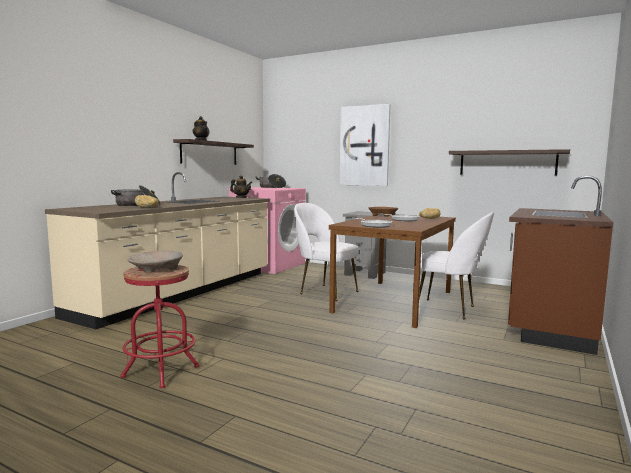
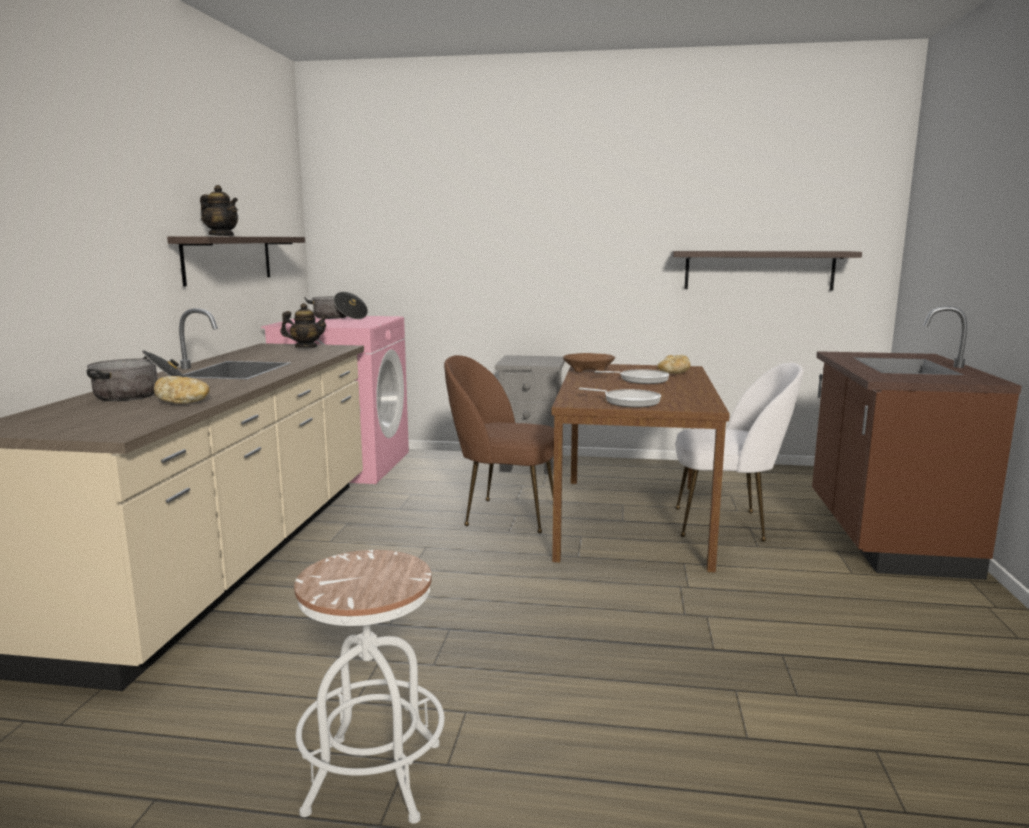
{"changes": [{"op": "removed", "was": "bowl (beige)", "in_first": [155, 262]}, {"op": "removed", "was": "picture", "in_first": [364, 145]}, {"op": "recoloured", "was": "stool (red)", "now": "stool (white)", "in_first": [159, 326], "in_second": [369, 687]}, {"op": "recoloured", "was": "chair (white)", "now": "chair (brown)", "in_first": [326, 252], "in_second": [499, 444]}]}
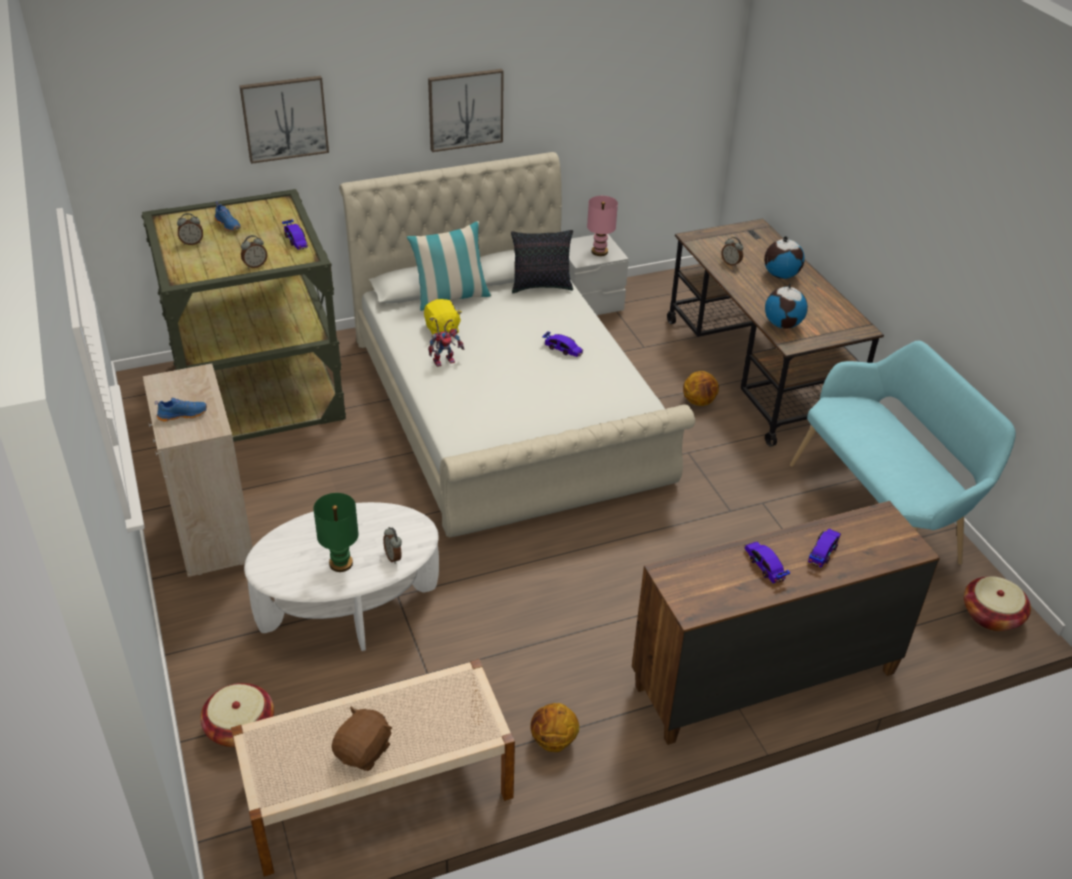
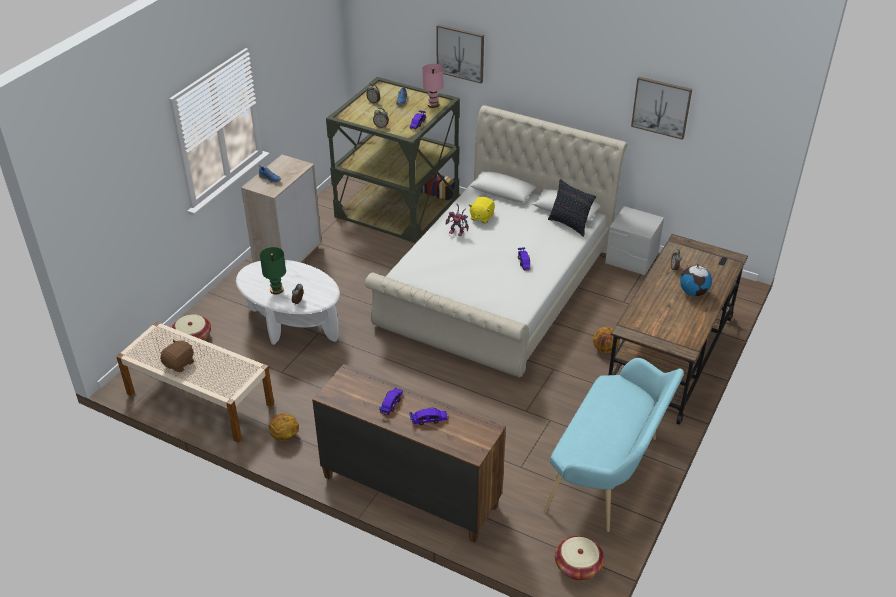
{"changes": [{"op": "removed", "was": "pillow", "in_first": [449, 266]}, {"op": "removed", "was": "globe", "in_first": [786, 306]}, {"op": "moved", "was": "picture", "in_first": [466, 110], "in_second": [661, 108]}, {"op": "moved", "was": "table lamp (pink)", "in_first": [602, 226], "in_second": [433, 86]}, {"op": "turned", "was": "plush toy (brown)", "in_first": [361, 738], "in_second": [177, 355], "clockwise": -45}]}
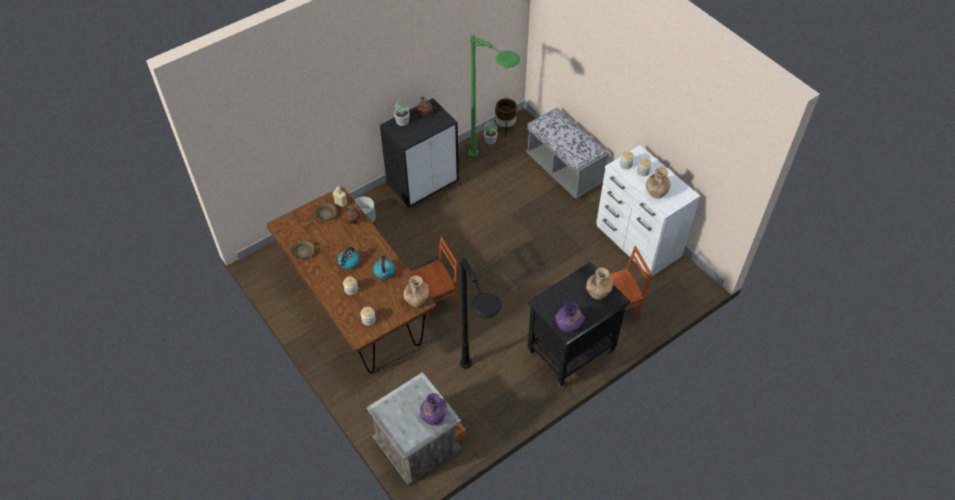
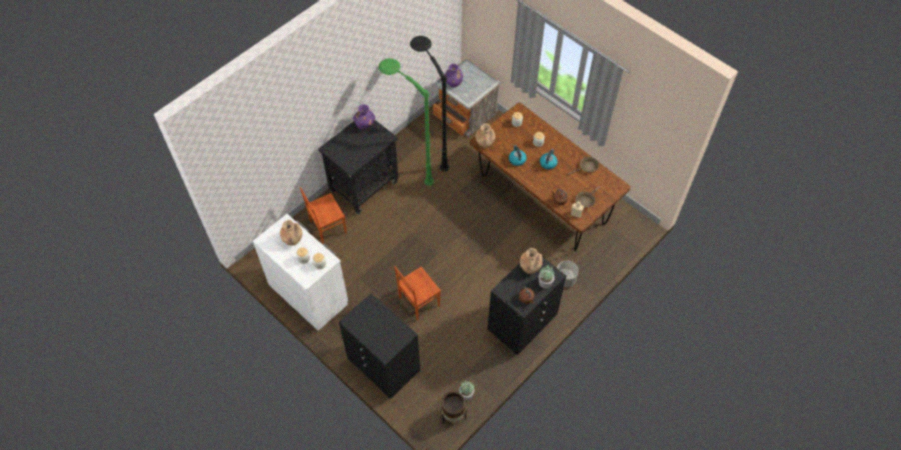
{"changes": [{"op": "moved", "was": "chair (brown)", "in_first": [434, 278], "in_second": [417, 293]}, {"op": "moved", "was": "floor lamp (green)", "in_first": [494, 96], "in_second": [406, 122]}, {"op": "moved", "was": "vase (brown)", "in_first": [599, 284], "in_second": [531, 261]}, {"op": "replaced", "was": "bench (grey)", "now": "cabinet (black)", "in_first": [567, 153], "in_second": [379, 346]}]}
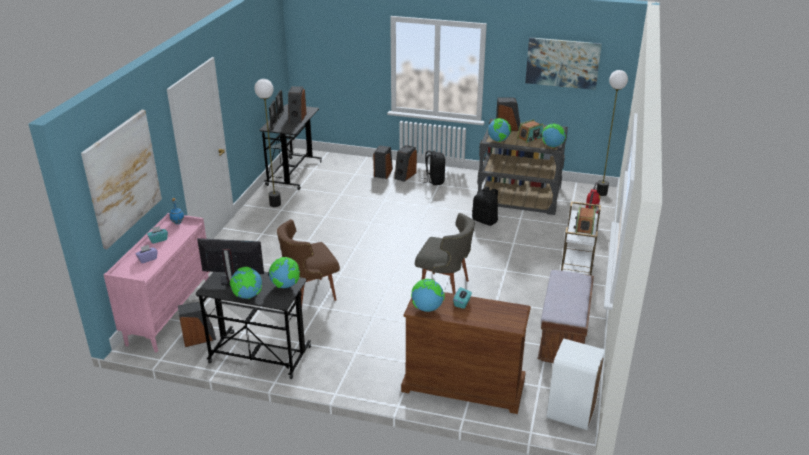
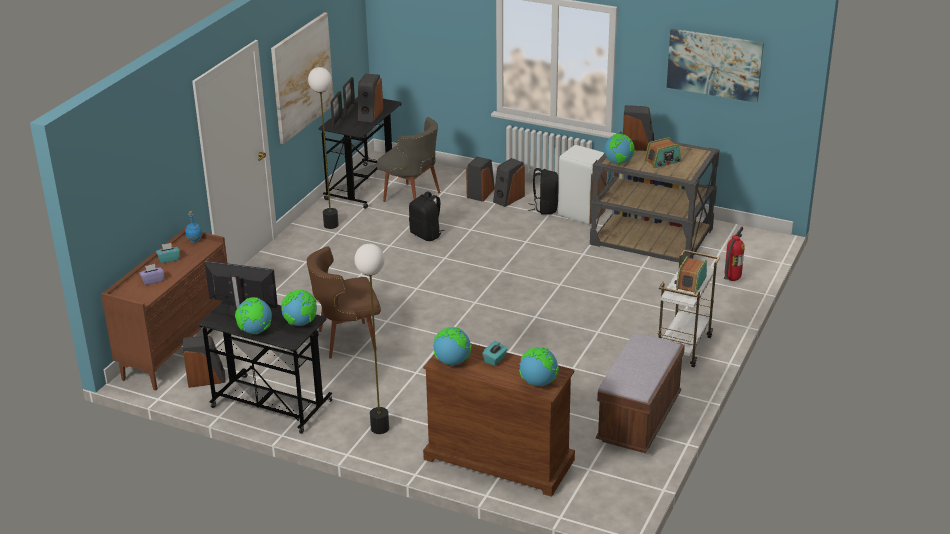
{"changes": [{"op": "moved", "was": "picture", "in_first": [121, 179], "in_second": [302, 78]}, {"op": "moved", "was": "chair (grey)", "in_first": [445, 253], "in_second": [408, 159]}, {"op": "moved", "was": "backpack (black)", "in_first": [485, 206], "in_second": [427, 216]}, {"op": "moved", "was": "globe", "in_first": [554, 135], "in_second": [539, 366]}, {"op": "moved", "was": "trash can (white)", "in_first": [575, 384], "in_second": [583, 185]}, {"op": "moved", "was": "floor lamp", "in_first": [612, 133], "in_second": [372, 339]}, {"op": "recoloured", "was": "cabinet (pink)", "now": "cabinet (brown)", "in_first": [156, 283], "in_second": [164, 309]}]}
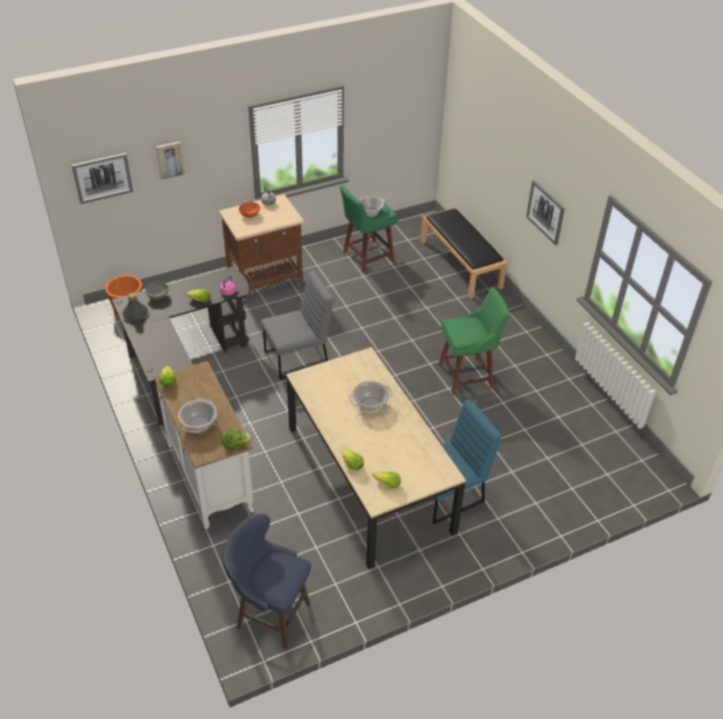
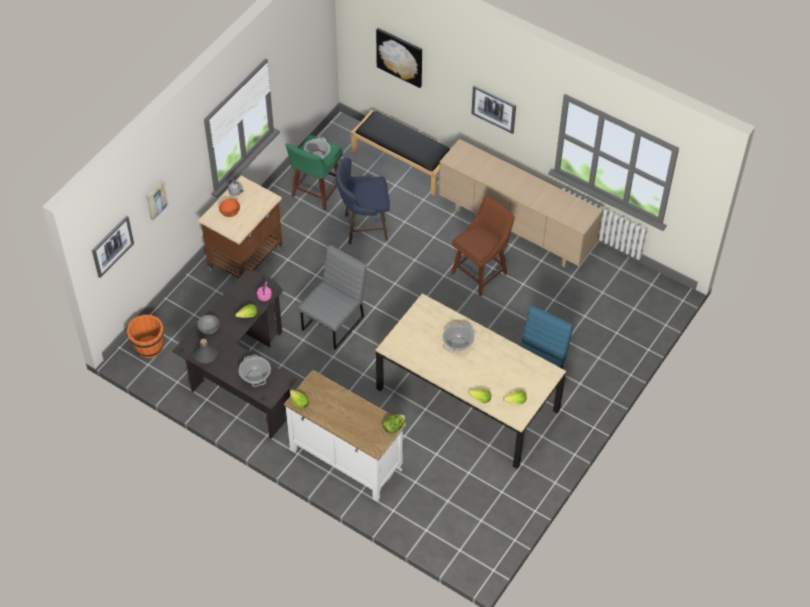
{"changes": [{"op": "added", "now": "picture", "in_second": [399, 58]}, {"op": "added", "now": "cabinet (beige)", "in_second": [520, 203]}, {"op": "moved", "was": "cooking pot", "in_first": [197, 415], "in_second": [255, 371]}, {"op": "moved", "was": "stool (blue)", "in_first": [267, 581], "in_second": [363, 200]}, {"op": "recoloured", "was": "stool (green)", "now": "stool (brown)", "in_first": [474, 341], "in_second": [483, 246]}]}
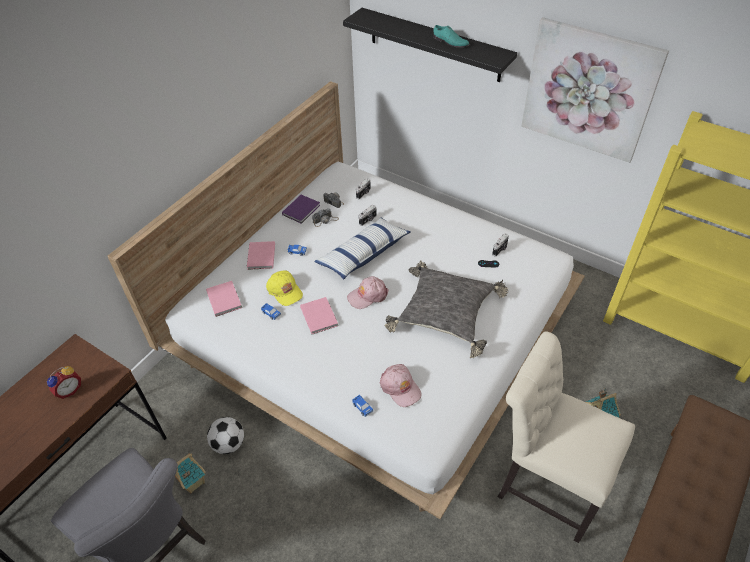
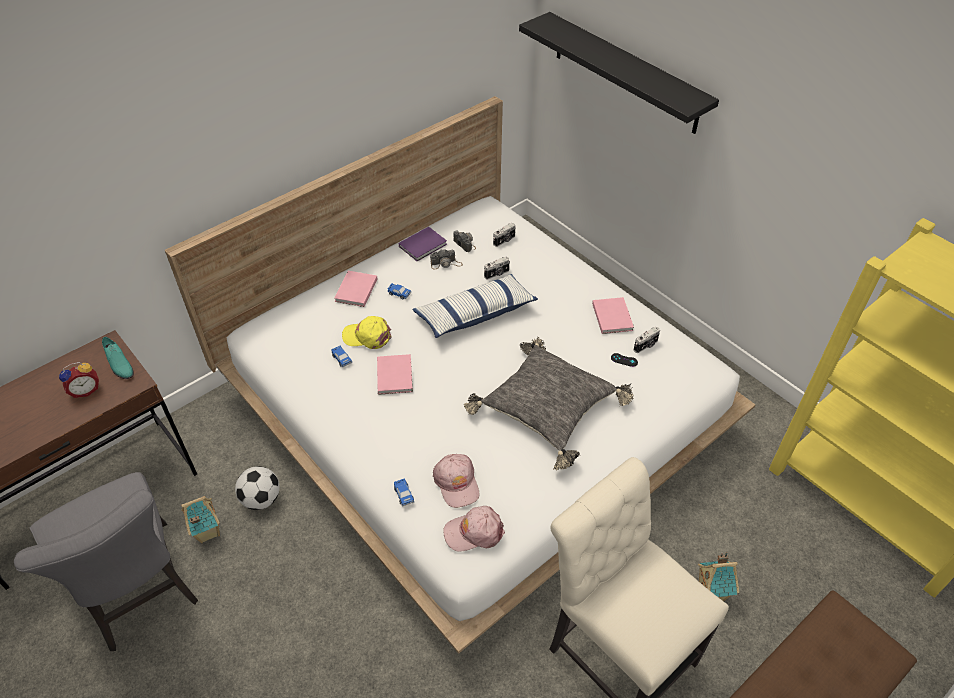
{"changes": [{"op": "removed", "was": "picture", "in_first": [595, 90]}, {"op": "moved", "was": "book (pink)", "in_first": [224, 299], "in_second": [613, 315]}, {"op": "moved", "was": "cap (pink)", "in_first": [367, 292], "in_second": [474, 529]}, {"op": "moved", "was": "shoe (turquoise)", "in_first": [451, 36], "in_second": [118, 358]}, {"op": "turned", "was": "cap (yellow)", "in_first": [284, 288], "in_second": [367, 332], "clockwise": 120}]}
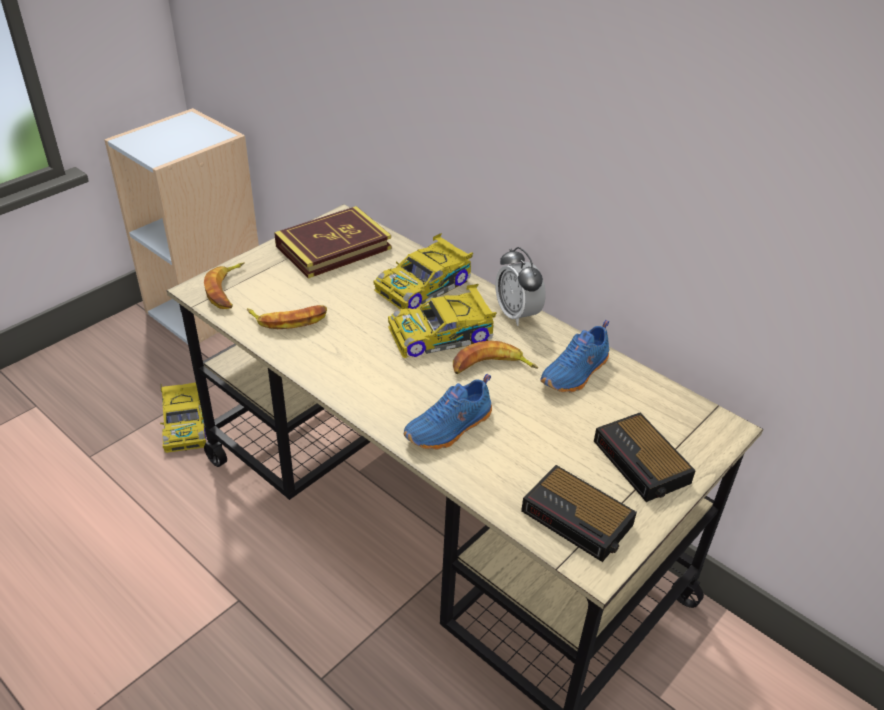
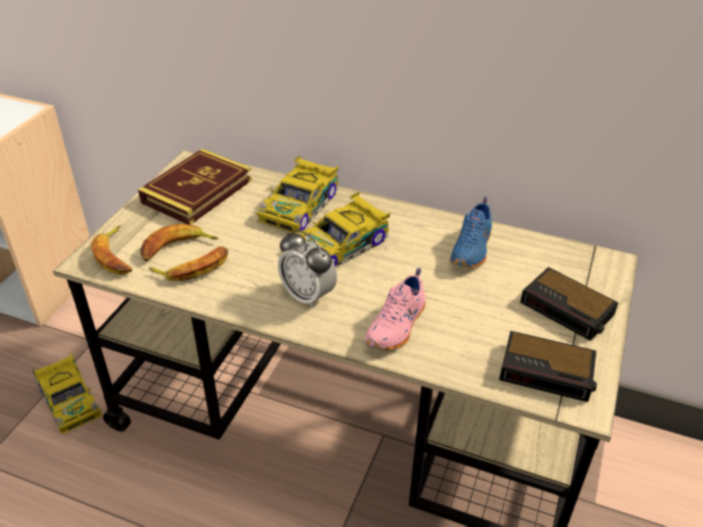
{"changes": [{"op": "moved", "was": "banana", "in_first": [495, 357], "in_second": [179, 242]}, {"op": "moved", "was": "alarm clock", "in_first": [520, 286], "in_second": [307, 269]}, {"op": "recoloured", "was": "shoe (blue)", "now": "shoe (pink)", "in_first": [448, 412], "in_second": [395, 309]}]}
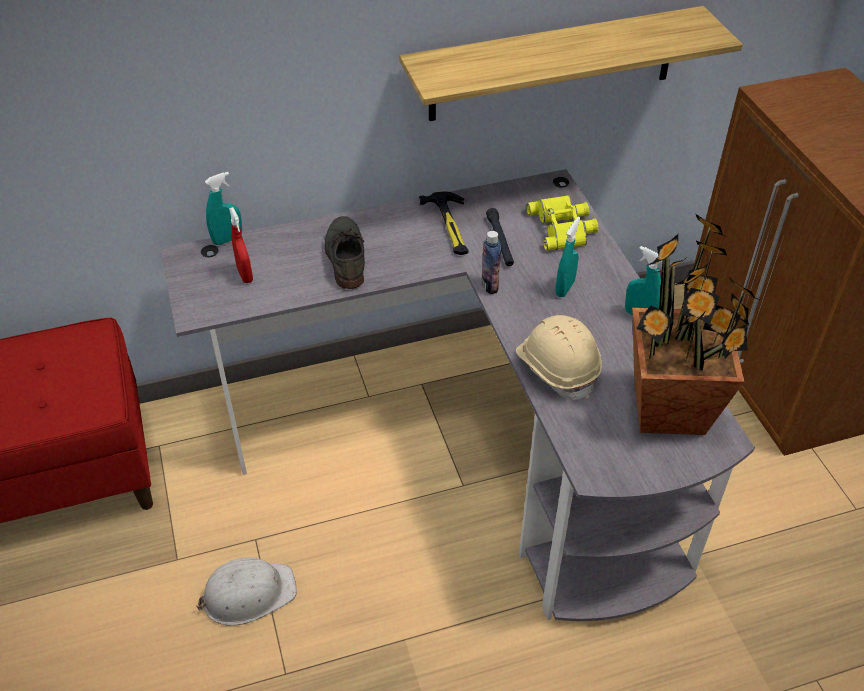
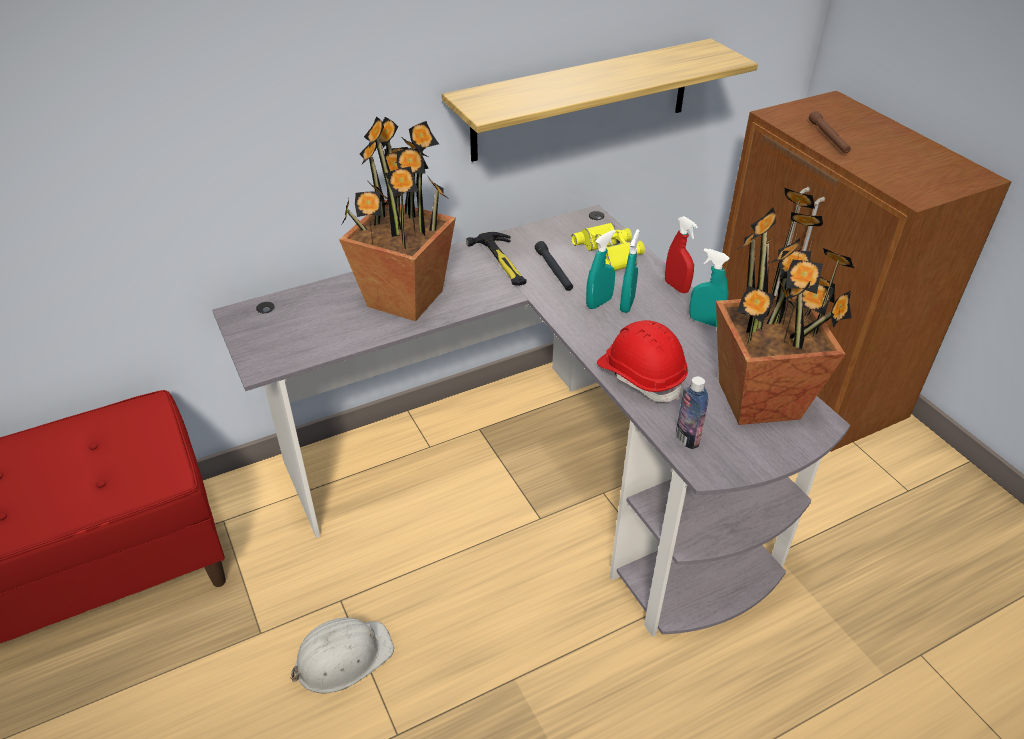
{"changes": [{"op": "added", "now": "flashlight (brown)", "in_second": [830, 132]}, {"op": "moved", "was": "spray bottle (turquoise)", "in_first": [223, 208], "in_second": [601, 269]}, {"op": "moved", "was": "spray bottle (red)", "in_first": [241, 245], "in_second": [681, 254]}, {"op": "moved", "was": "bottle", "in_first": [491, 262], "in_second": [692, 412]}, {"op": "replaced", "was": "shoe (grey)", "now": "potted plant", "in_first": [345, 252], "in_second": [397, 218]}, {"op": "recoloured", "was": "hard hat (beige)", "now": "hard hat (red)", "in_first": [559, 357], "in_second": [642, 361]}]}
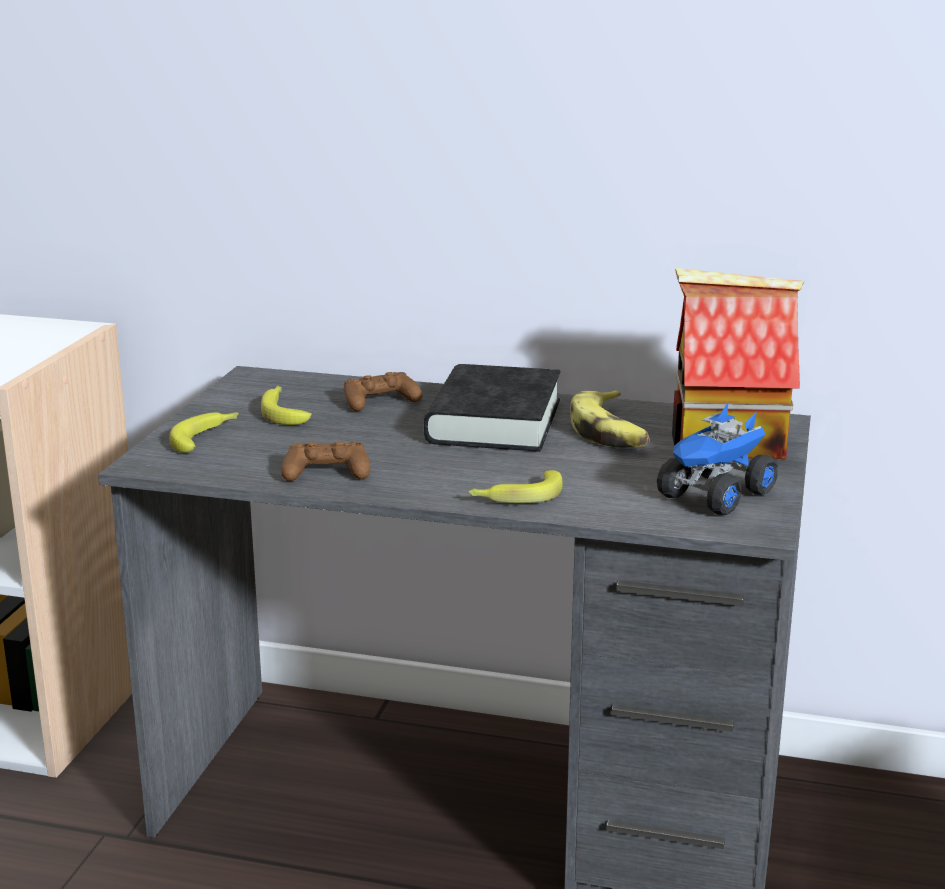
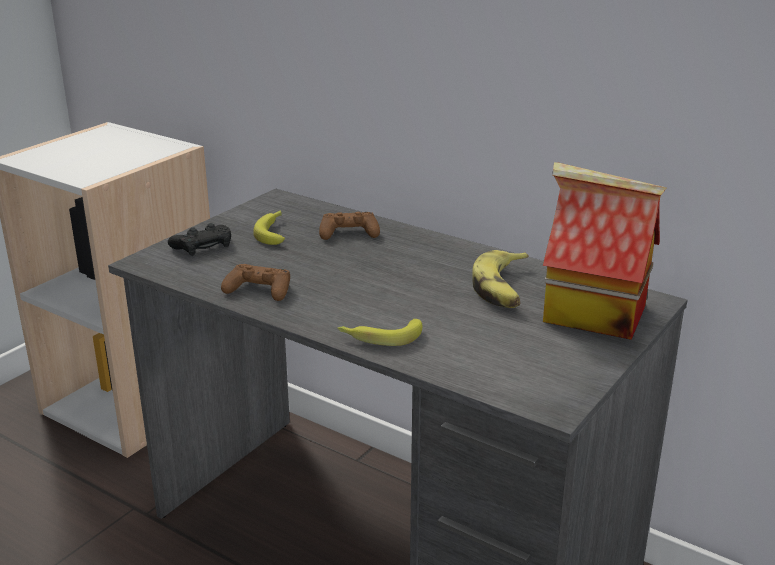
{"changes": [{"op": "removed", "was": "book (black)", "in_first": [492, 408]}, {"op": "removed", "was": "toy truck", "in_first": [717, 458]}, {"op": "replaced", "was": "banana", "now": "game controller (black)", "in_first": [204, 432], "in_second": [199, 239]}]}
